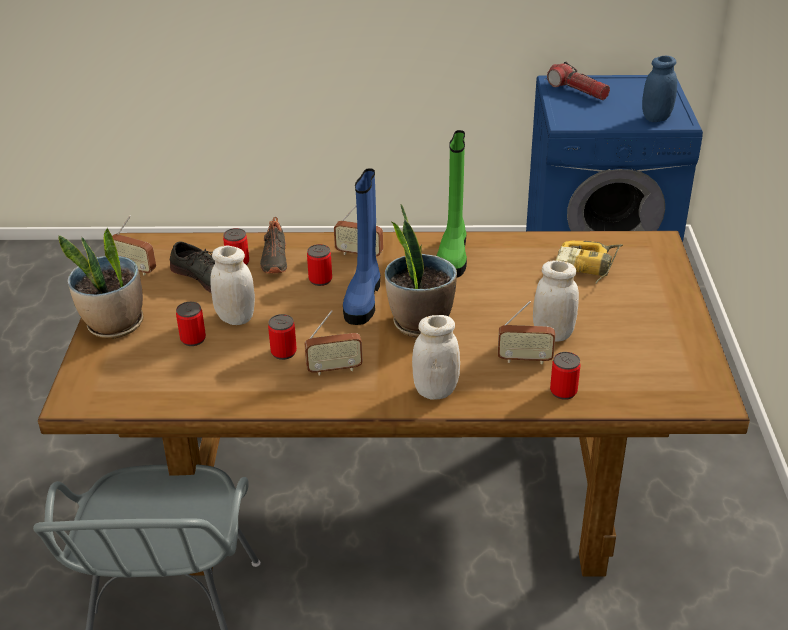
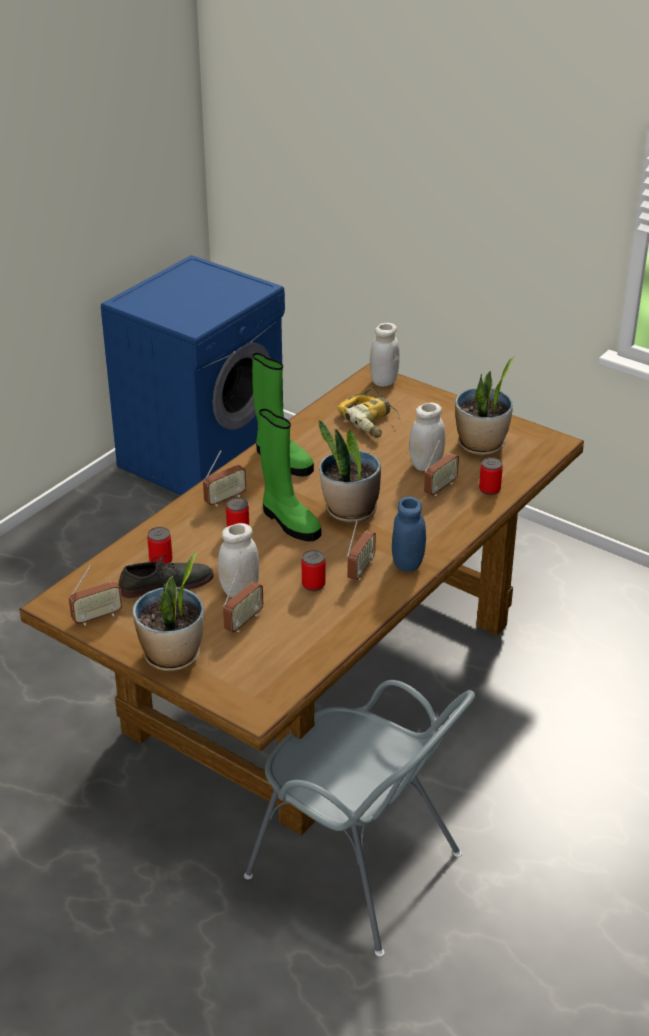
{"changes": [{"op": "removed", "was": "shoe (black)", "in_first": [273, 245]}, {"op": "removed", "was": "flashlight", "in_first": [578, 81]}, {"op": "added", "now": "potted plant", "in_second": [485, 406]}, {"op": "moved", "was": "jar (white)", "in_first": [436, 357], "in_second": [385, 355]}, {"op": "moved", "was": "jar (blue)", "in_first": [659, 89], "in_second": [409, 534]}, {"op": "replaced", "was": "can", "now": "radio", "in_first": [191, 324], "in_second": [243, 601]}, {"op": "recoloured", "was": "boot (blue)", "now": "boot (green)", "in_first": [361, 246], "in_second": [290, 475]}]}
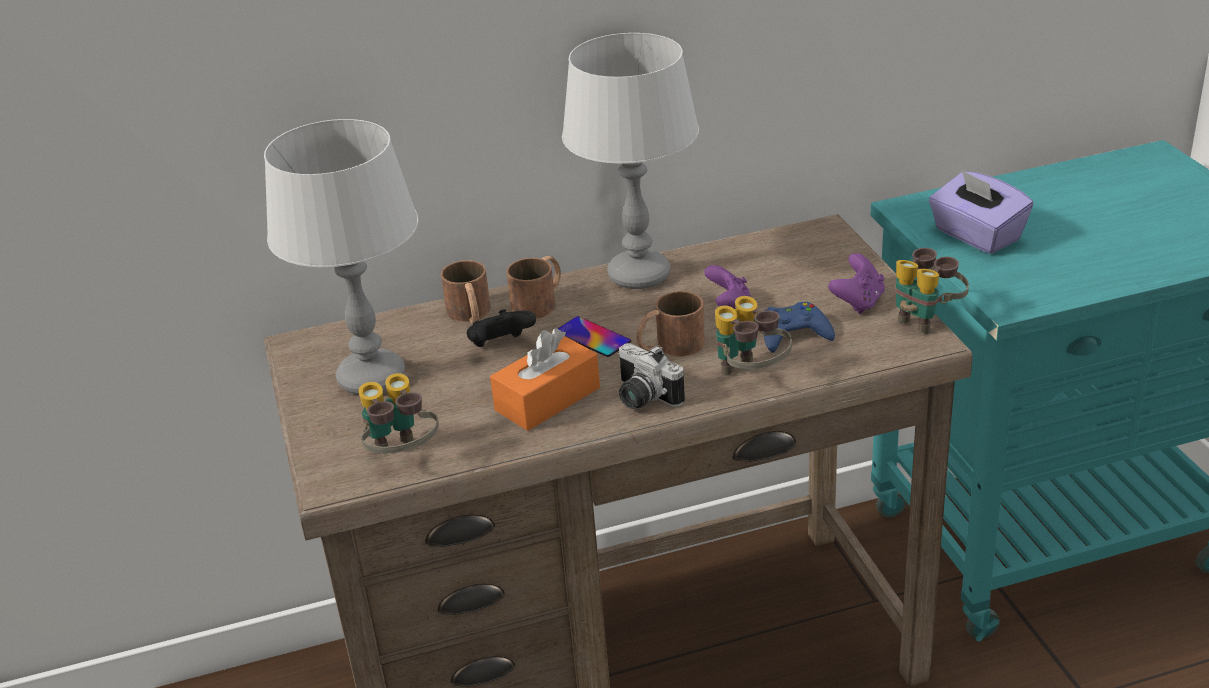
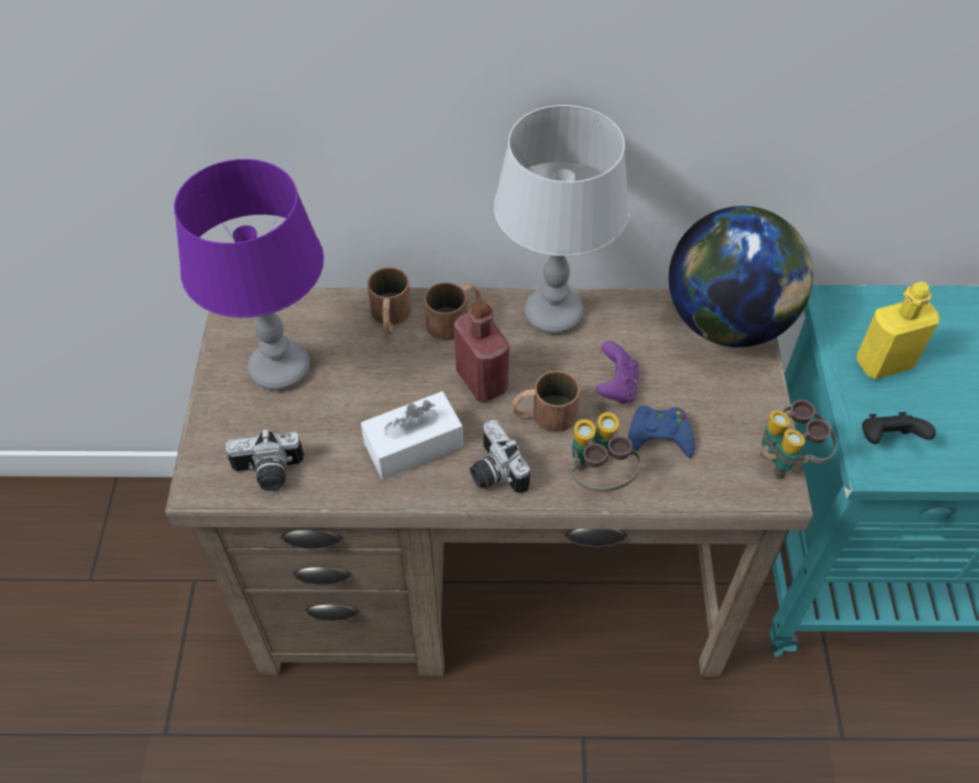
{"changes": [{"op": "removed", "was": "game controller (purple)", "in_first": [856, 283]}, {"op": "added", "now": "globe", "in_second": [741, 276]}, {"op": "moved", "was": "game controller (black)", "in_first": [501, 328], "in_second": [899, 428]}, {"op": "replaced", "was": "binoculars", "now": "photo camera", "in_first": [398, 413], "in_second": [265, 459]}, {"op": "replaced", "was": "phone", "now": "bottle (red)", "in_first": [594, 336], "in_second": [482, 351]}, {"op": "replaced", "was": "tissue box (purple)", "now": "bottle (yellow)", "in_first": [981, 212], "in_second": [898, 330]}, {"op": "recoloured", "was": "table lamp (grey)", "now": "table lamp (purple)", "in_first": [341, 257], "in_second": [249, 275]}, {"op": "recoloured", "was": "tissue box (orange)", "now": "tissue box (white)", "in_first": [545, 379], "in_second": [412, 435]}]}
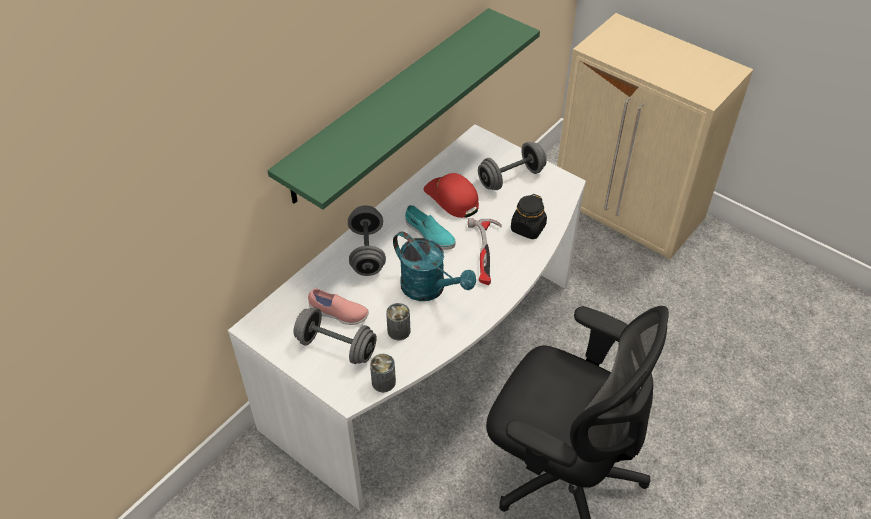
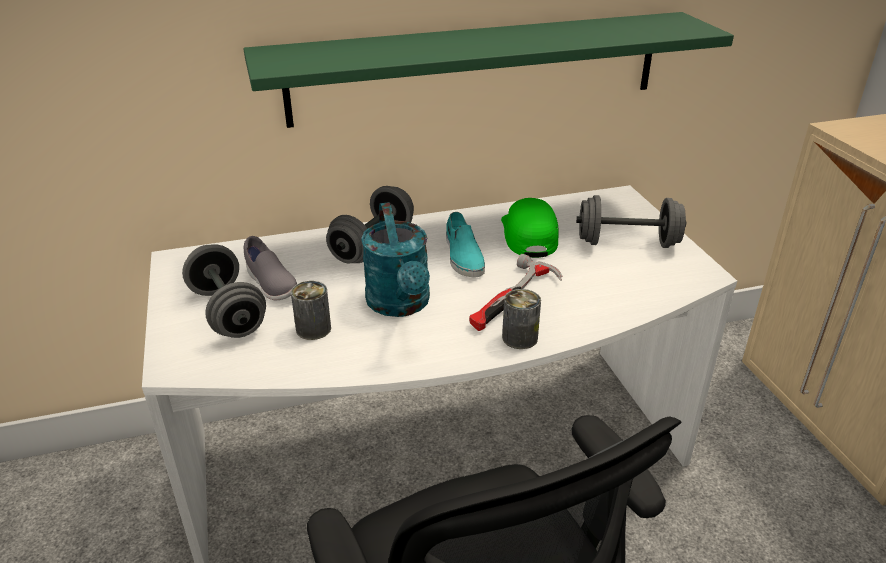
{"changes": [{"op": "removed", "was": "jar (black)", "in_first": [529, 216]}, {"op": "moved", "was": "can", "in_first": [383, 373], "in_second": [521, 319]}, {"op": "recoloured", "was": "shoe (pink)", "now": "shoe (grey)", "in_first": [338, 306], "in_second": [270, 268]}, {"op": "recoloured", "was": "cap (red)", "now": "cap (green)", "in_first": [451, 195], "in_second": [529, 228]}]}
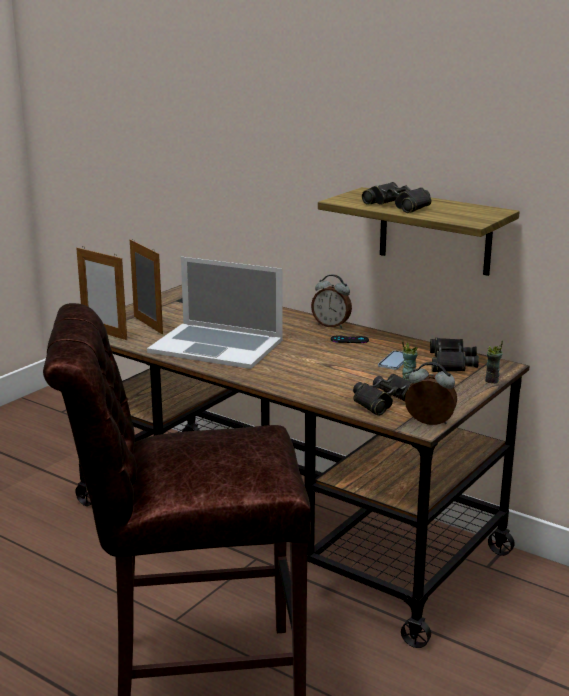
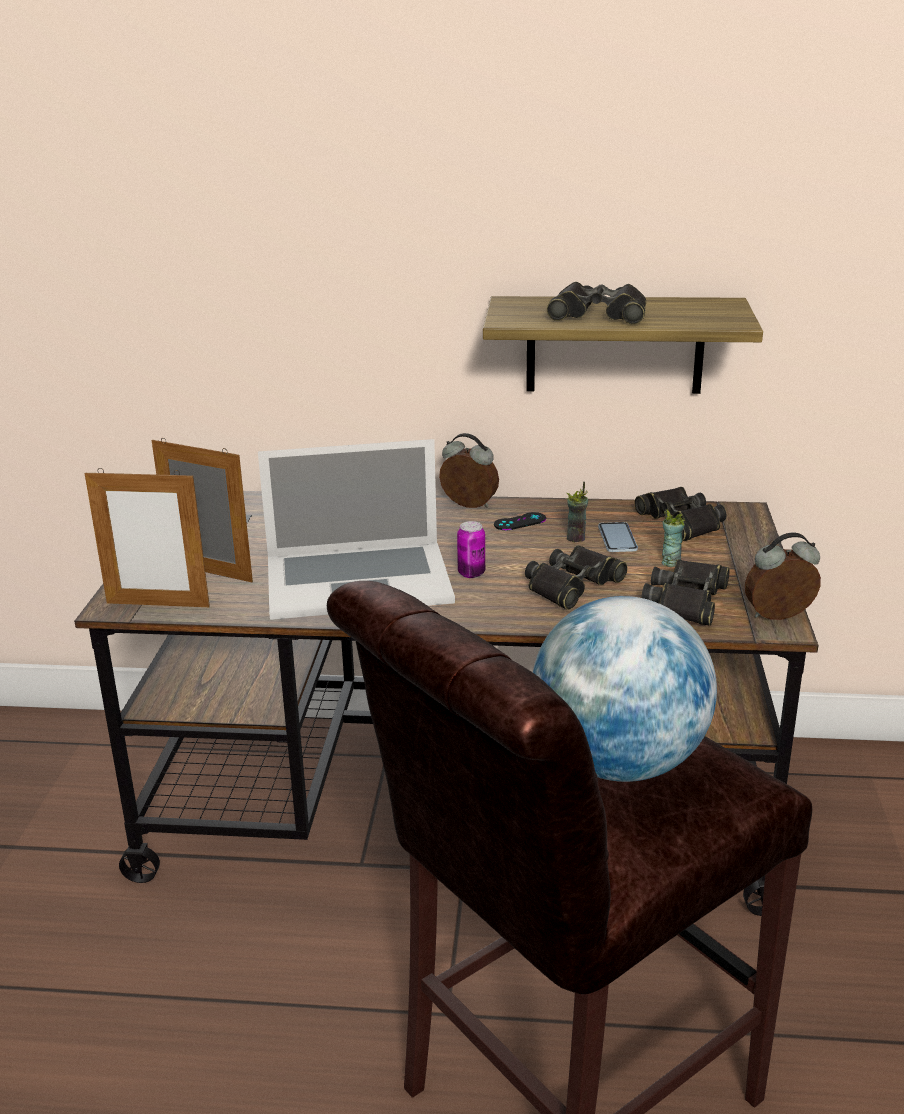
{"changes": [{"op": "added", "now": "can", "in_second": [471, 549]}, {"op": "added", "now": "binoculars (black)", "in_second": [576, 577]}, {"op": "added", "now": "globe", "in_second": [625, 689]}, {"op": "moved", "was": "cup", "in_first": [494, 362], "in_second": [577, 512]}, {"op": "turned", "was": "alarm clock", "in_first": [331, 301], "in_second": [469, 470], "clockwise": -150}]}
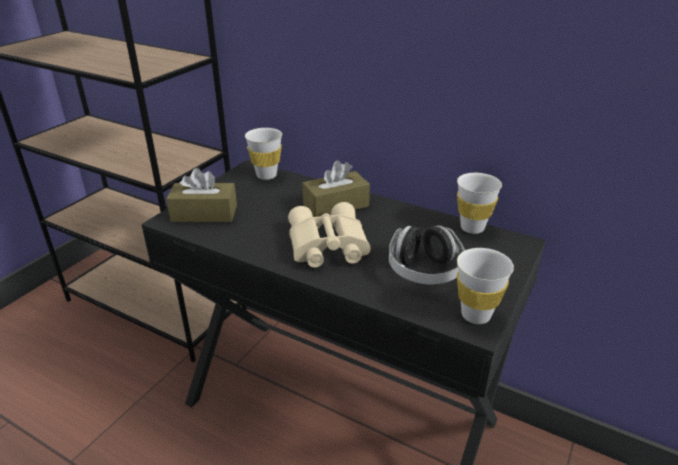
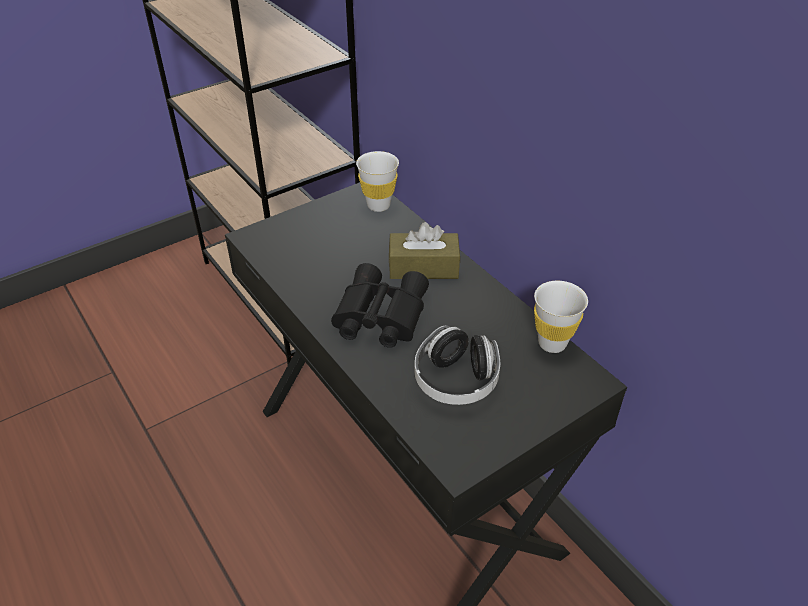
{"changes": [{"op": "removed", "was": "tissue box (brown)", "in_first": [201, 195]}, {"op": "removed", "was": "cup (white)", "in_first": [485, 286]}, {"op": "recoloured", "was": "binoculars (beige)", "now": "binoculars (black)", "in_first": [329, 234], "in_second": [380, 305]}]}
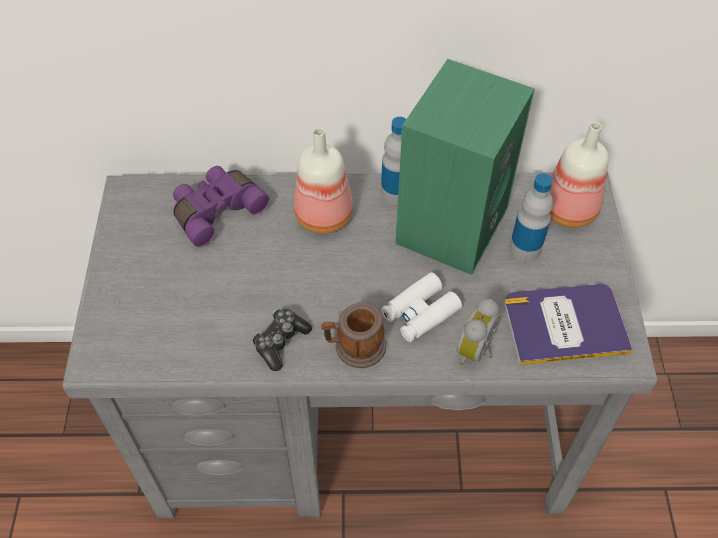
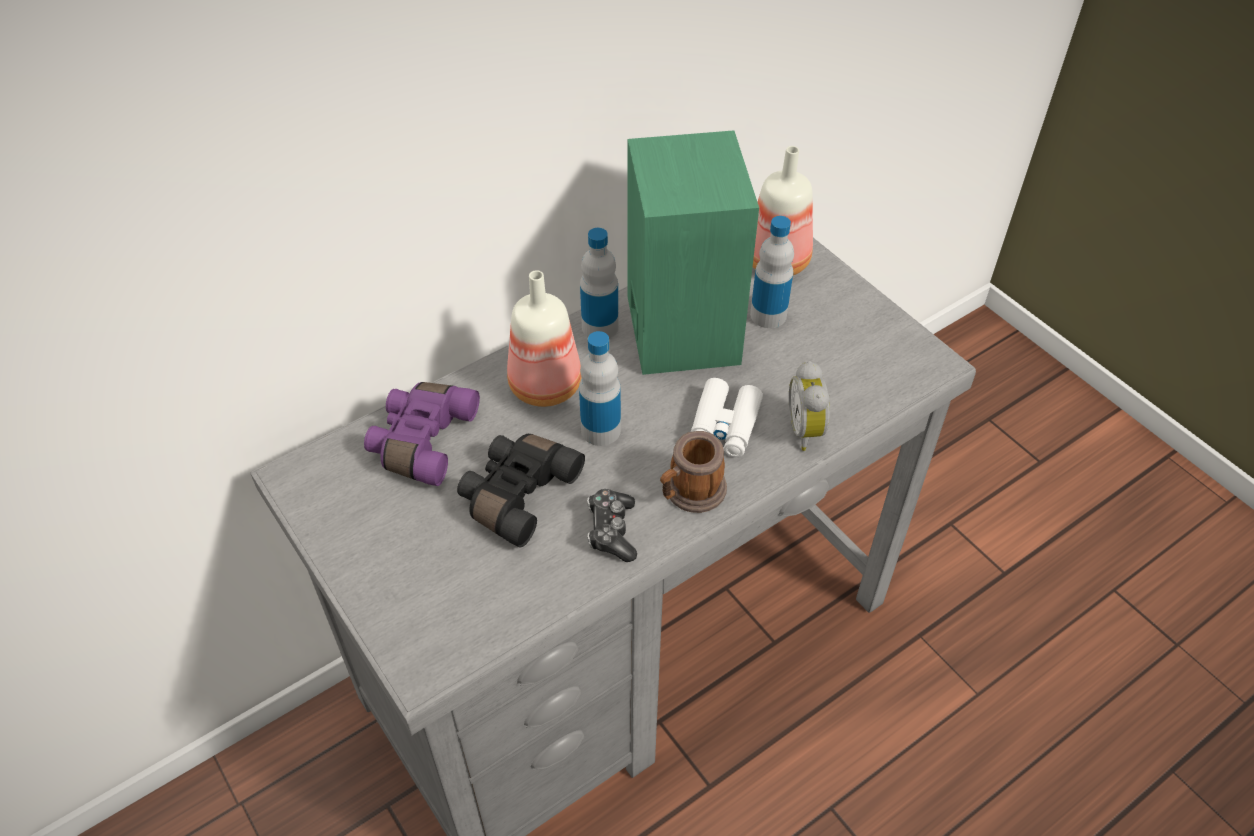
{"changes": [{"op": "removed", "was": "book", "in_first": [568, 324]}, {"op": "added", "now": "binoculars (black)", "in_second": [521, 491]}, {"op": "added", "now": "bottle", "in_second": [600, 388]}]}
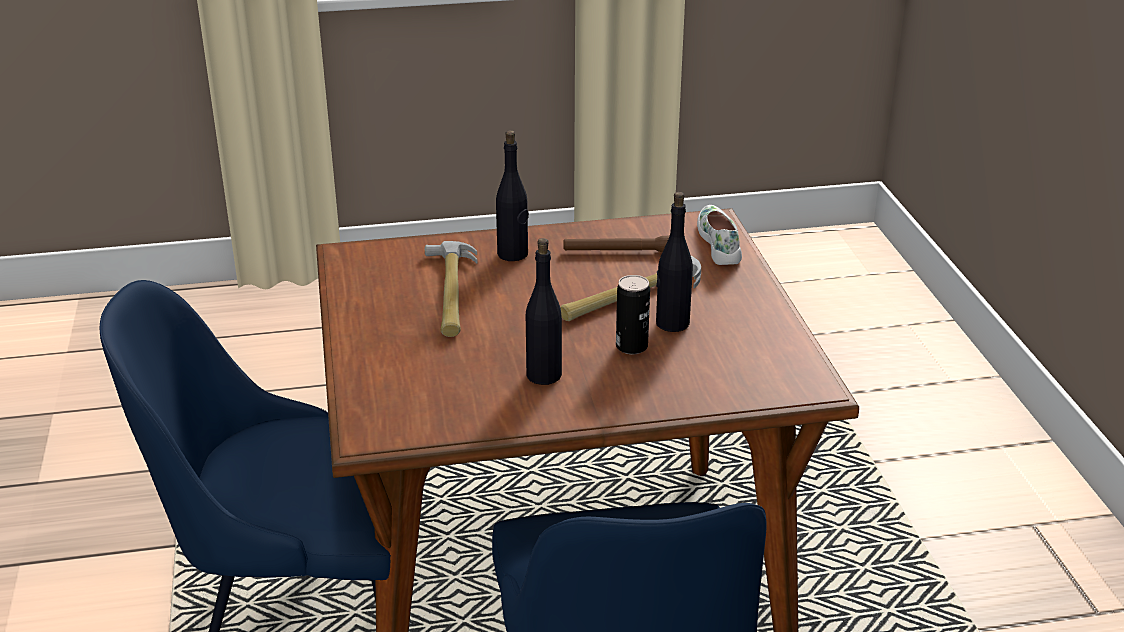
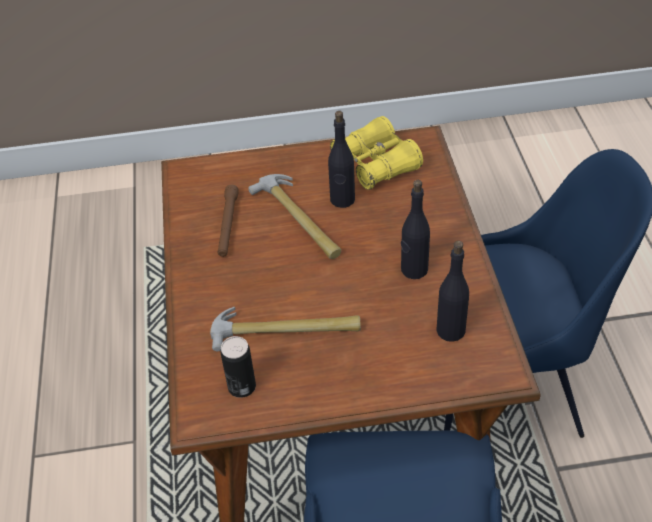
{"changes": [{"op": "removed", "was": "shoe (white)", "in_first": [719, 235]}, {"op": "added", "now": "binoculars (yellow)", "in_second": [376, 153]}, {"op": "moved", "was": "bottle (black)", "in_first": [512, 195], "in_second": [452, 291]}, {"op": "moved", "was": "can", "in_first": [633, 314], "in_second": [238, 367]}]}
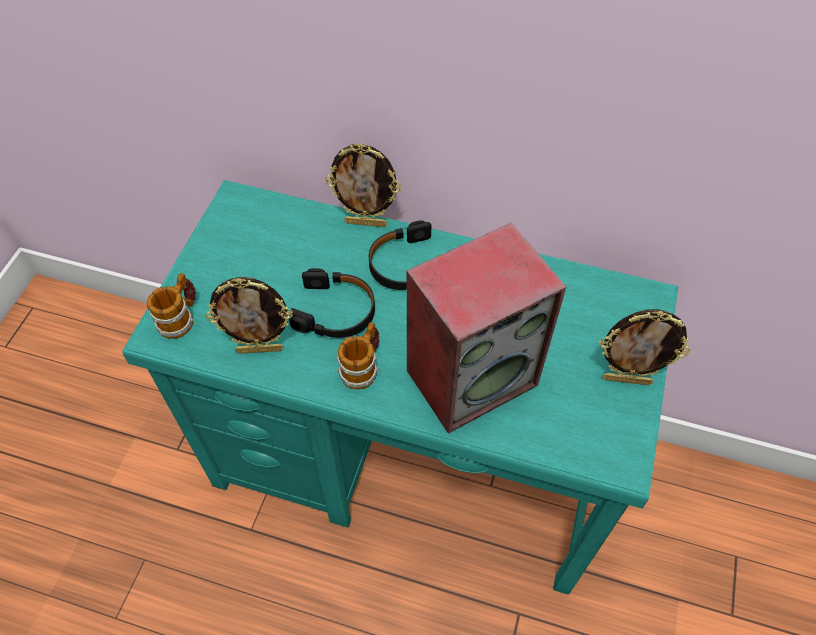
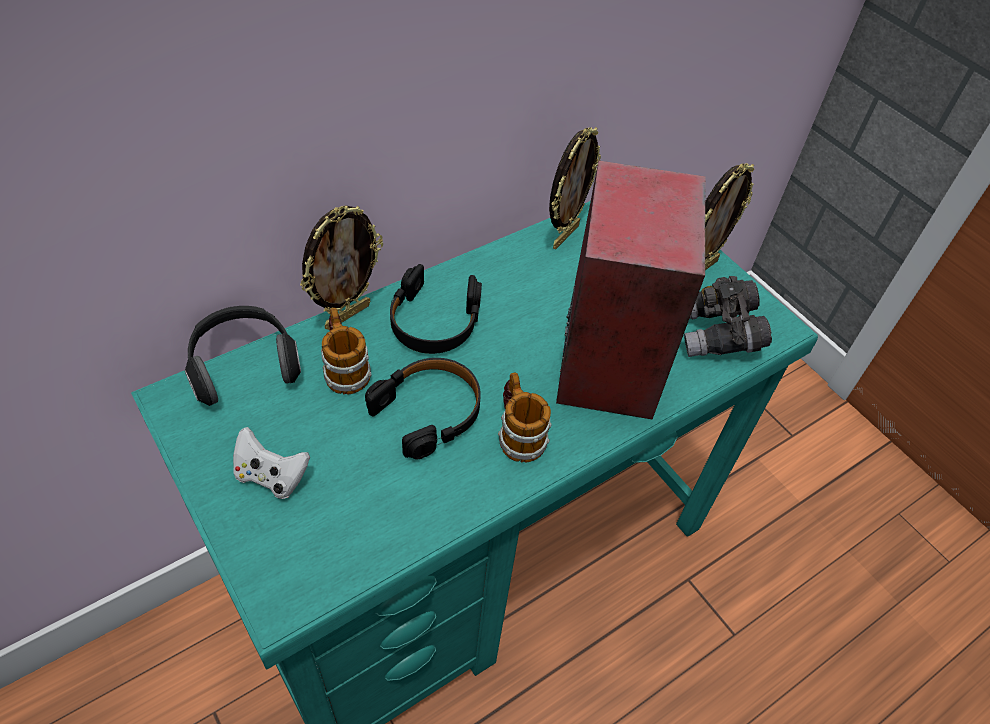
{"changes": [{"op": "added", "now": "headphones", "in_second": [242, 356]}, {"op": "added", "now": "game controller (white)", "in_second": [271, 463]}, {"op": "added", "now": "binoculars (grey)", "in_second": [728, 316]}, {"op": "moved", "was": "mug", "in_first": [171, 306], "in_second": [346, 351]}, {"op": "moved", "was": "picture frame", "in_first": [249, 315], "in_second": [575, 188]}]}
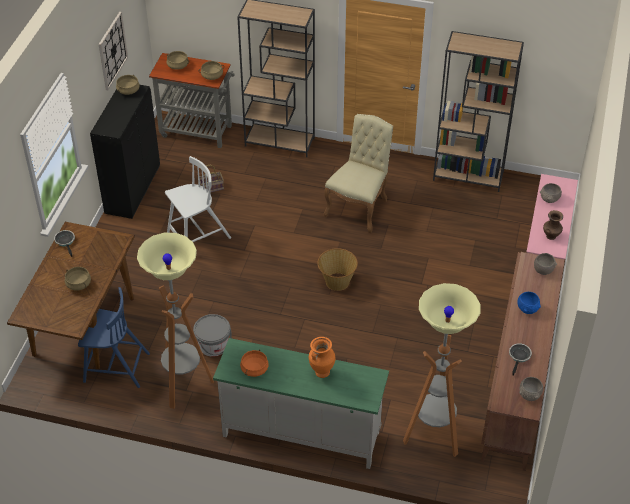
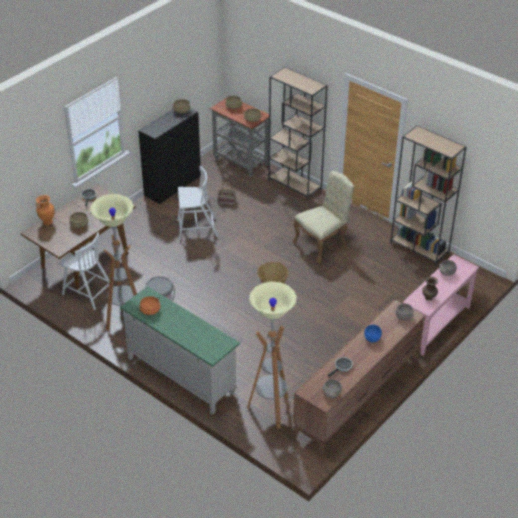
{"changes": [{"op": "removed", "was": "wall clock", "in_first": [113, 51]}, {"op": "moved", "was": "vase (orange)", "in_first": [322, 357], "in_second": [45, 210]}, {"op": "recoloured", "was": "chair (blue)", "now": "chair (white)", "in_first": [114, 337], "in_second": [84, 271]}]}
